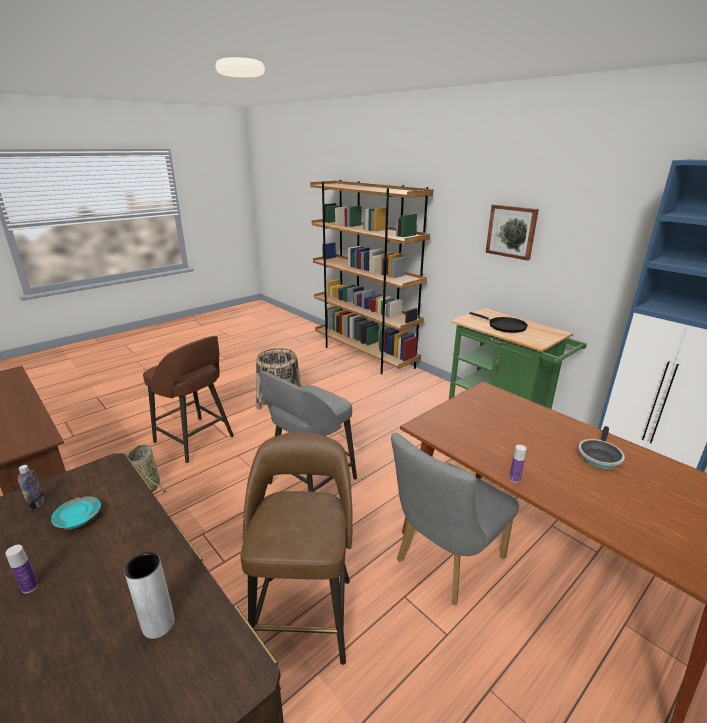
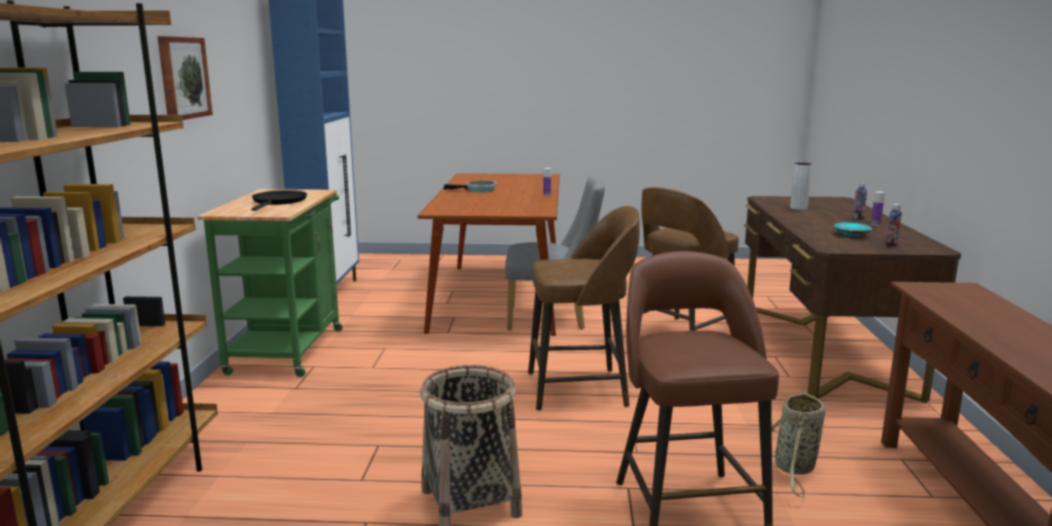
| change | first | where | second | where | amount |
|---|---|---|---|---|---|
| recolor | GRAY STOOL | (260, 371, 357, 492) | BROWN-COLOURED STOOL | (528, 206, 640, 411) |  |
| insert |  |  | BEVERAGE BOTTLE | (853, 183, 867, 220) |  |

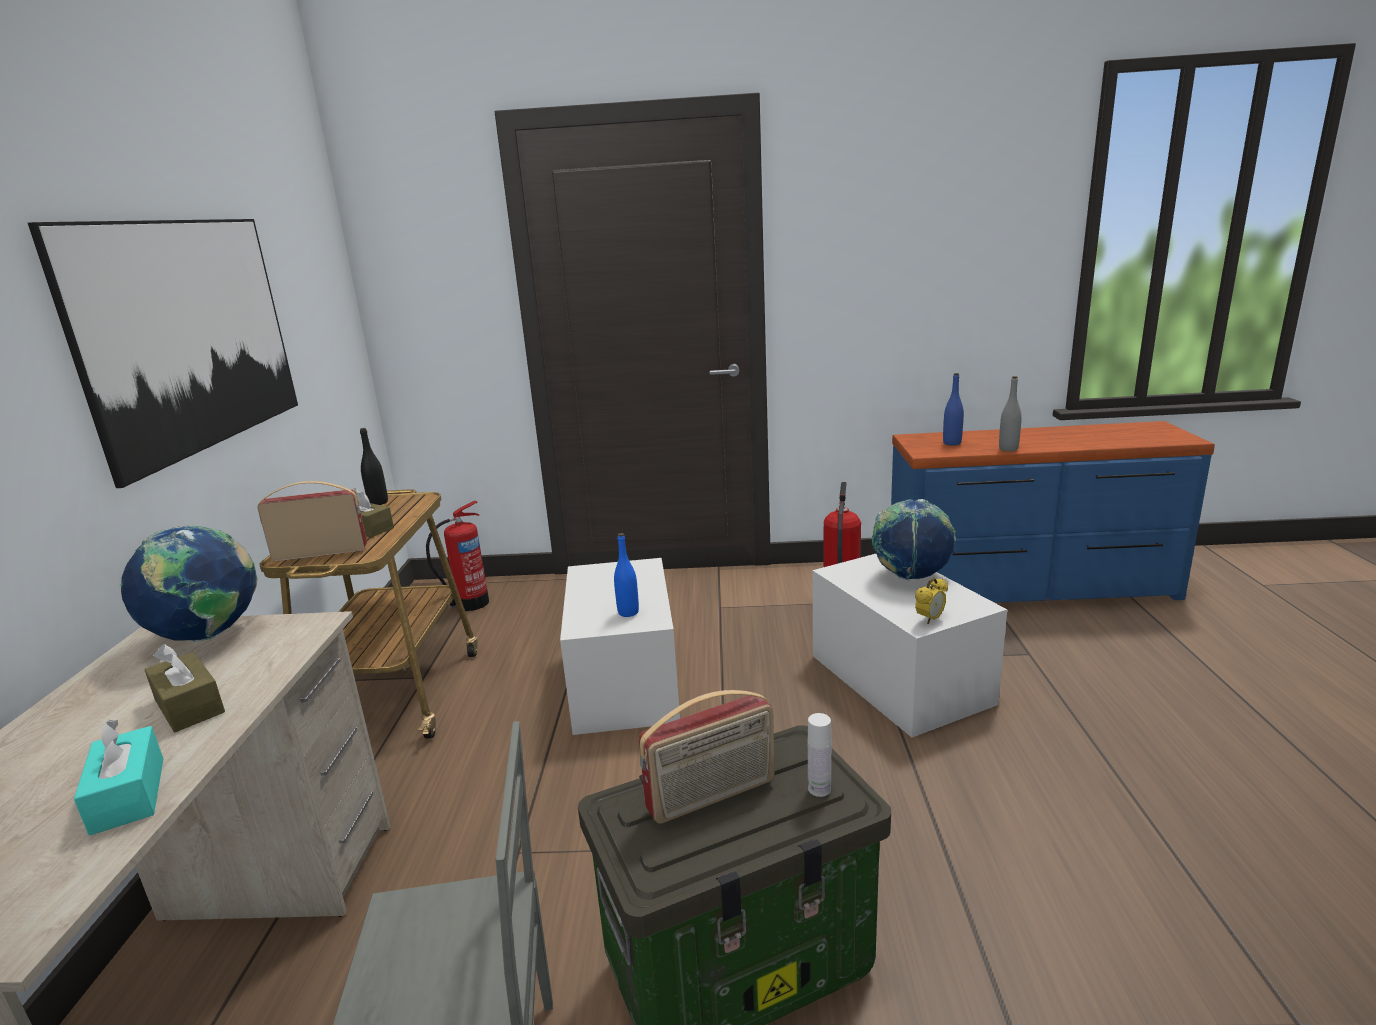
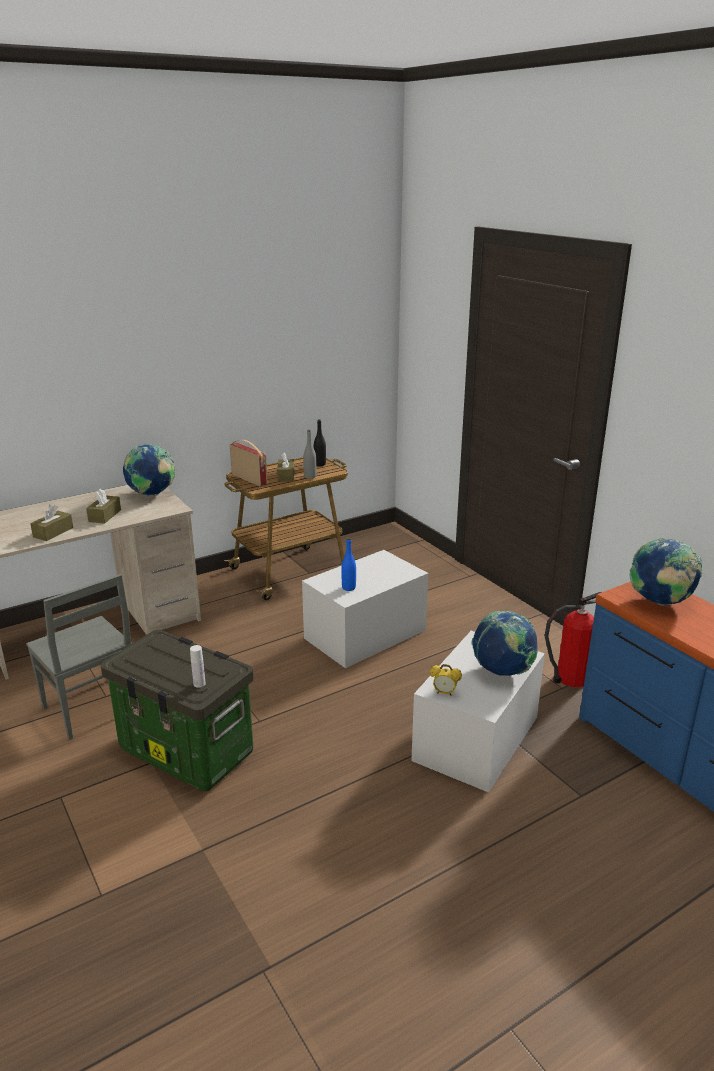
| change | first | where | second | where | amount |
|---|---|---|---|---|---|
| delete | WALL PICTURE | (28, 219, 298, 488) |  |  |  |
| recolor | TURQUOISE-COLOURED BOX OF TISSUES | (74, 720, 163, 835) | BROWN-COLOURED BOX OF TISSUES | (30, 505, 73, 541) |  |
| delete | FIRE EXTINGUISHER | (426, 501, 489, 611) |  |  |  |
| delete | RADIO SET | (639, 690, 775, 824) |  |  |  |
| replace | BLUISH BEVERAGE BOTTLE | (943, 373, 964, 446) | DESK GLOBE | (629, 538, 702, 606) |  |
| move | GRAY BEVERAGE BOTTLE | (999, 376, 1022, 451) |  | (303, 430, 316, 479) |  |

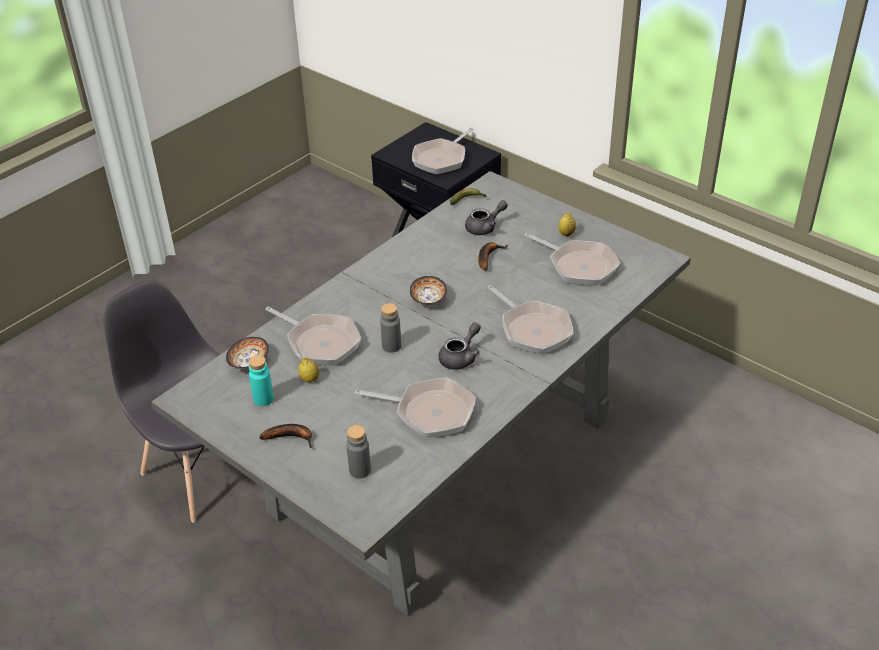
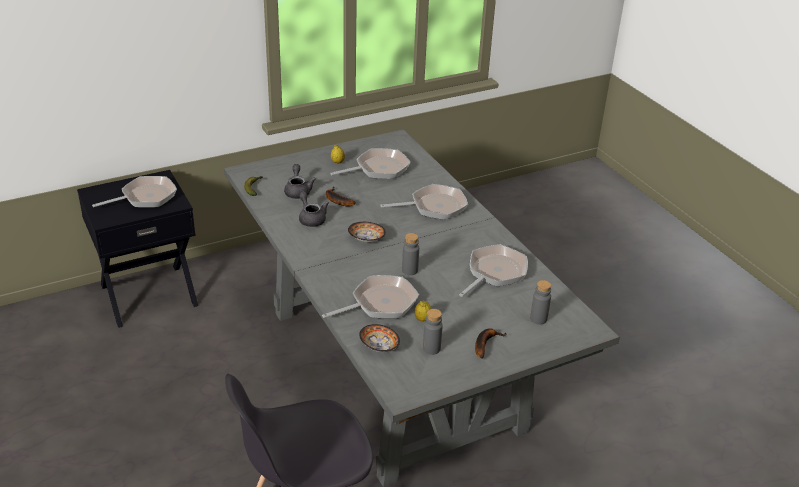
| change | first | where | second | where | amount |
|---|---|---|---|---|---|
| recolor | TURQUOISE-COLOURED BEVERAGE BOTTLE | (249, 355, 274, 406) | GRAY BEVERAGE BOTTLE | (423, 309, 443, 355) |  |
| rotate | FRYING PAN | (412, 127, 473, 174) |  | (92, 176, 177, 208) | 90 degrees counterclockwise |
| move | GRAY TEA POT | (438, 322, 481, 370) |  | (299, 191, 329, 227) |  |

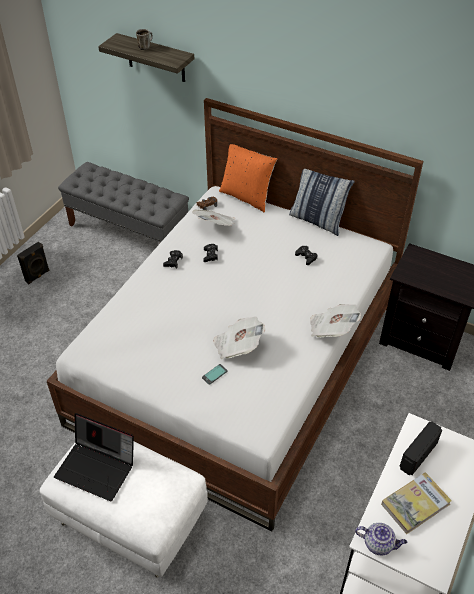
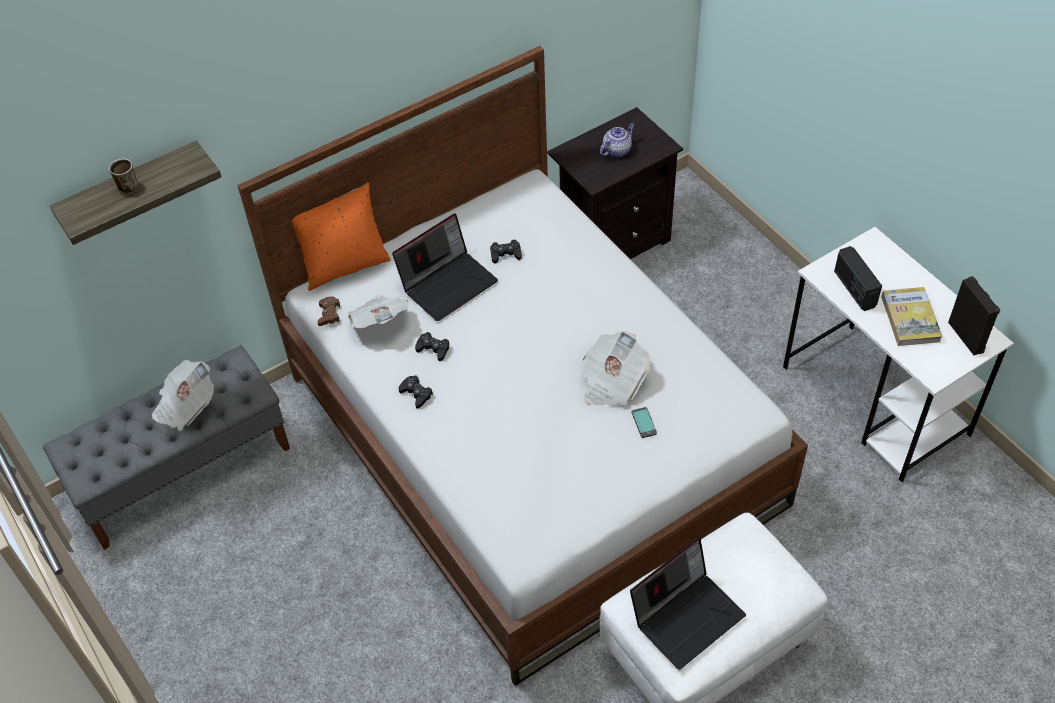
| change | first | where | second | where | amount |
|---|---|---|---|---|---|
| move | BLACKISH AUDIO SPEAKER | (17, 242, 50, 284) |  | (948, 276, 1000, 355) |  |
| delete | PILLOW | (289, 169, 355, 236) |  |  |  |
| move | PRINTED PAPER | (310, 304, 361, 337) |  | (152, 360, 214, 431) |  |
| move | TEA POT | (355, 523, 407, 555) |  | (600, 123, 635, 157) |  |
| insert |  |  | NOTEBOOK COMPUTER | (392, 213, 498, 321) |  |

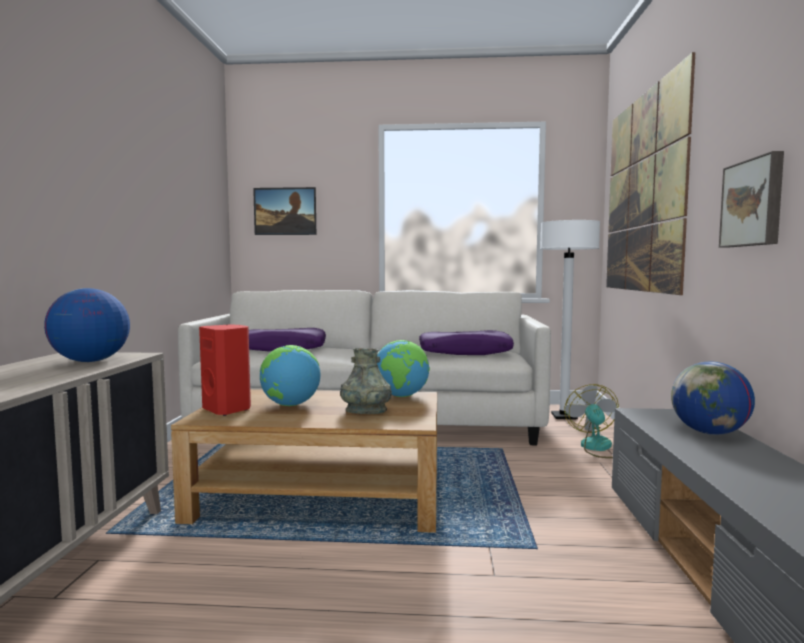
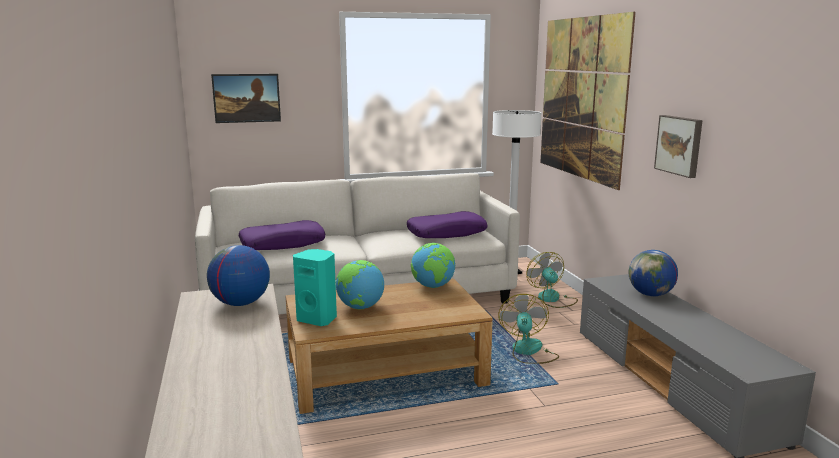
| change | first | where | second | where | amount |
|---|---|---|---|---|---|
| recolor | RED AUDIO SPEAKER | (199, 325, 251, 416) | TURQUOISE-COLOURED AUDIO SPEAKER | (293, 249, 337, 326) |  |
| delete | GRAY FLOWER VASE | (340, 348, 392, 414) |  |  |  |
| insert |  |  | COOLING FAN | (499, 294, 559, 364) |  |

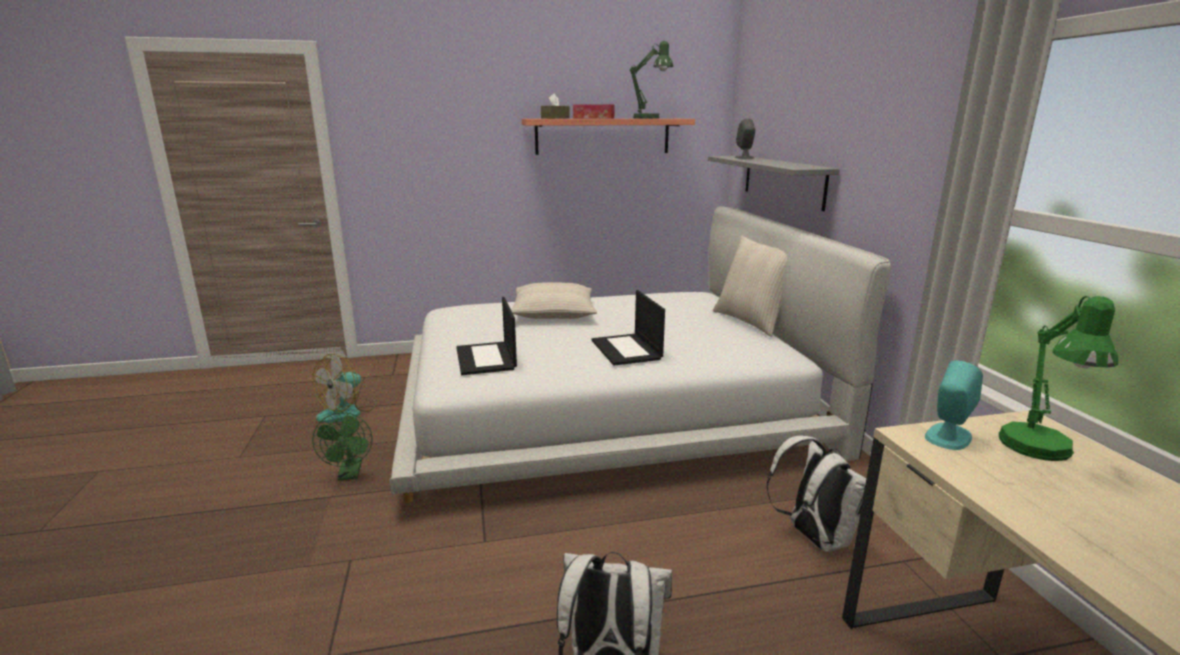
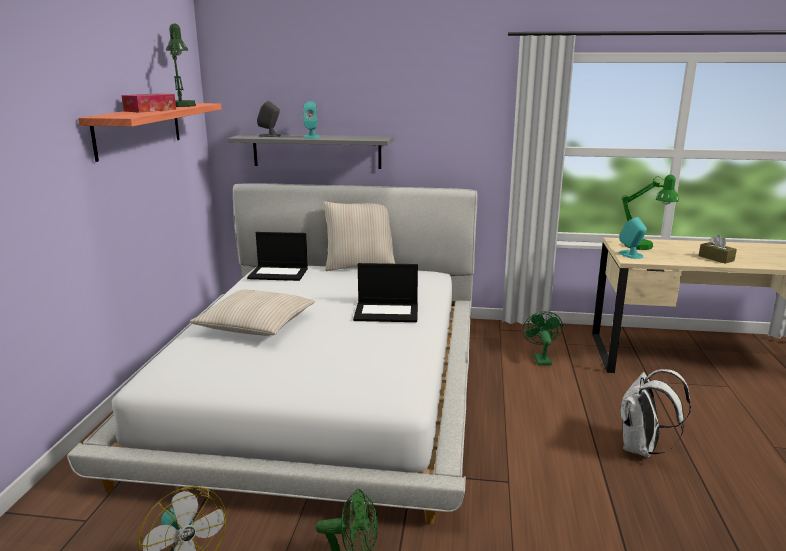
| change | first | where | second | where | amount |
|---|---|---|---|---|---|
| move | NOTEBOOK COMPUTER | (456, 297, 517, 375) |  | (247, 232, 308, 281) |  |
| move | BROWN-COLOURED BOX OF TISSUES | (541, 94, 570, 119) |  | (699, 235, 737, 264) |  |
| replace | WHITE-COLOURED BACKPACK | (766, 435, 866, 552) | GREEN COOLING FAN | (523, 311, 563, 365) |  |
| insert |  |  | TURQUOISE-COLOURED AUDIO SPEAKER | (303, 101, 320, 139) |  |

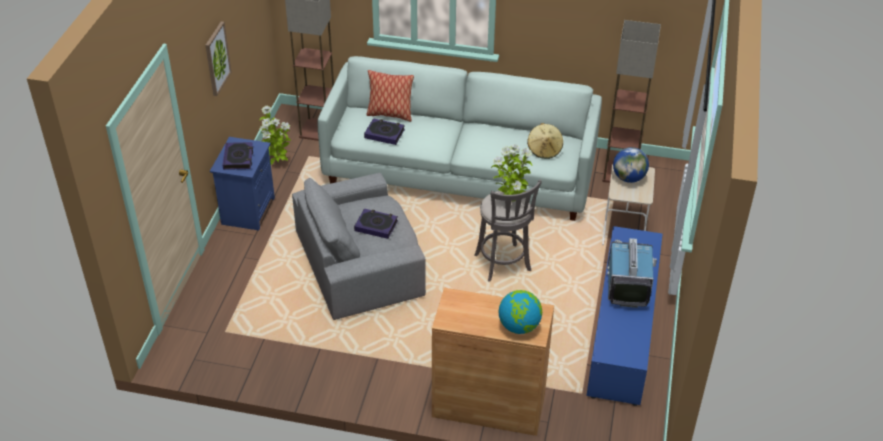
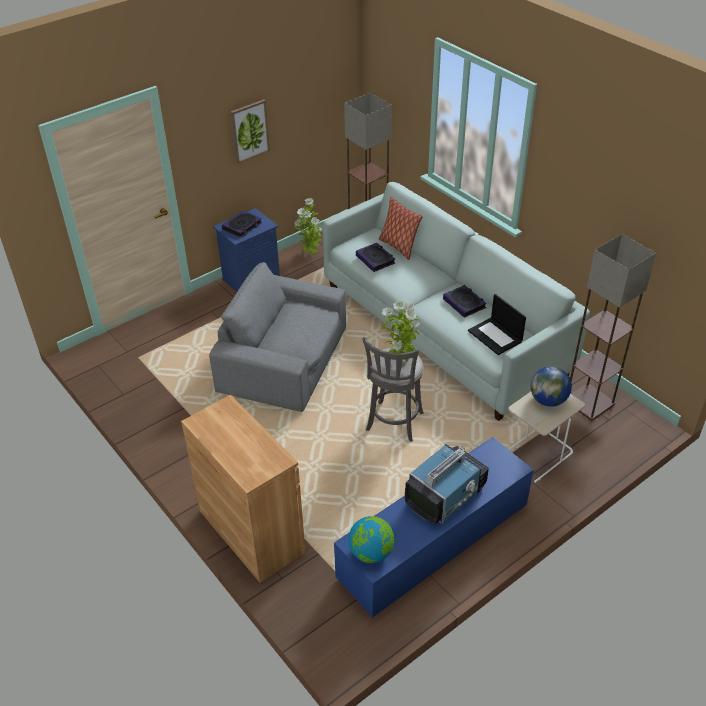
| change | first | where | second | where | amount |
|---|---|---|---|---|---|
| move | BOUND BOOK | (354, 209, 398, 239) |  | (443, 285, 487, 318) |  |
| move | DESK GLOBE | (498, 290, 542, 334) |  | (348, 516, 394, 563) |  |
| replace | BEIGE-COLOURED HAT | (527, 123, 563, 159) | NOTEBOOK COMPUTER | (468, 294, 526, 355) |  |

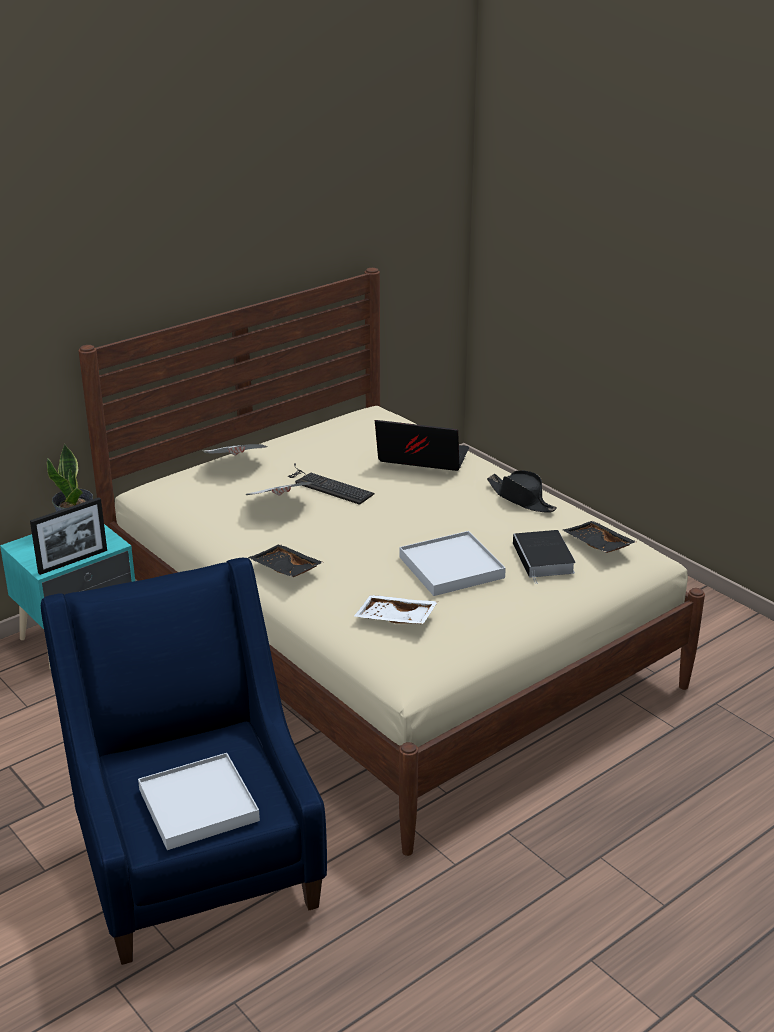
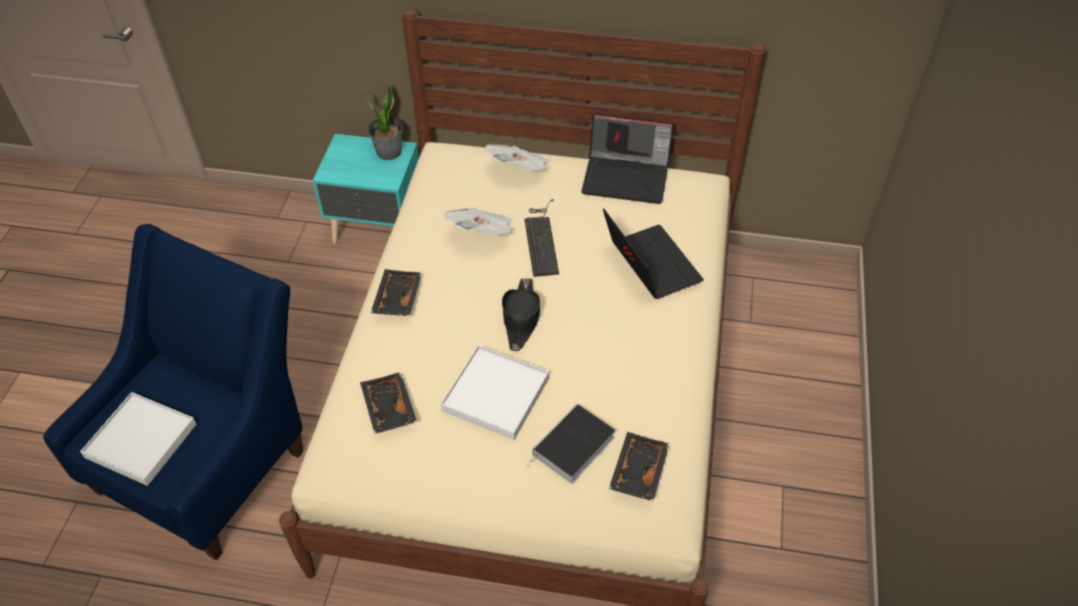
| change | first | where | second | where | amount |
|---|---|---|---|---|---|
| delete | PHOTO FRAME | (30, 497, 107, 575) |  |  |  |
| recolor | WHITE-COLOURED TRAY | (354, 595, 438, 624) | BLACKISH TRAY | (360, 372, 417, 434) |  |
| move | BLACKISH HAT | (487, 470, 557, 513) |  | (502, 278, 540, 351) |  |
| insert |  |  | NOTEBOOK COMPUTER | (581, 113, 674, 204) |  |

